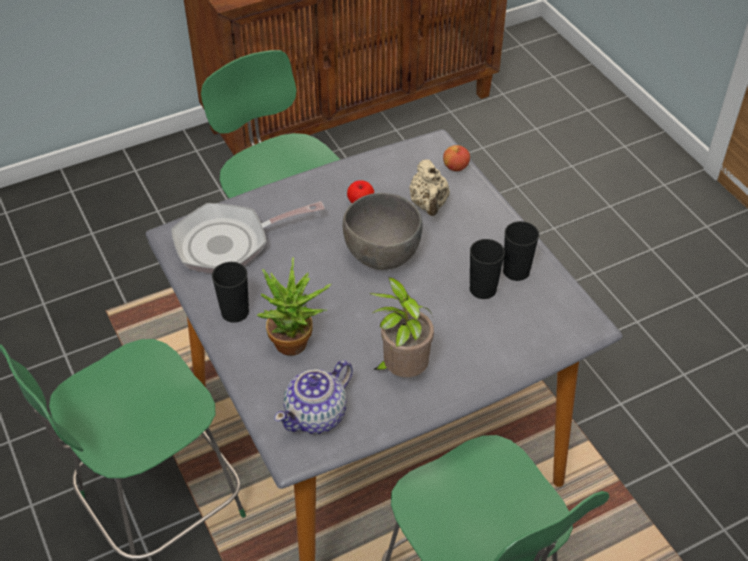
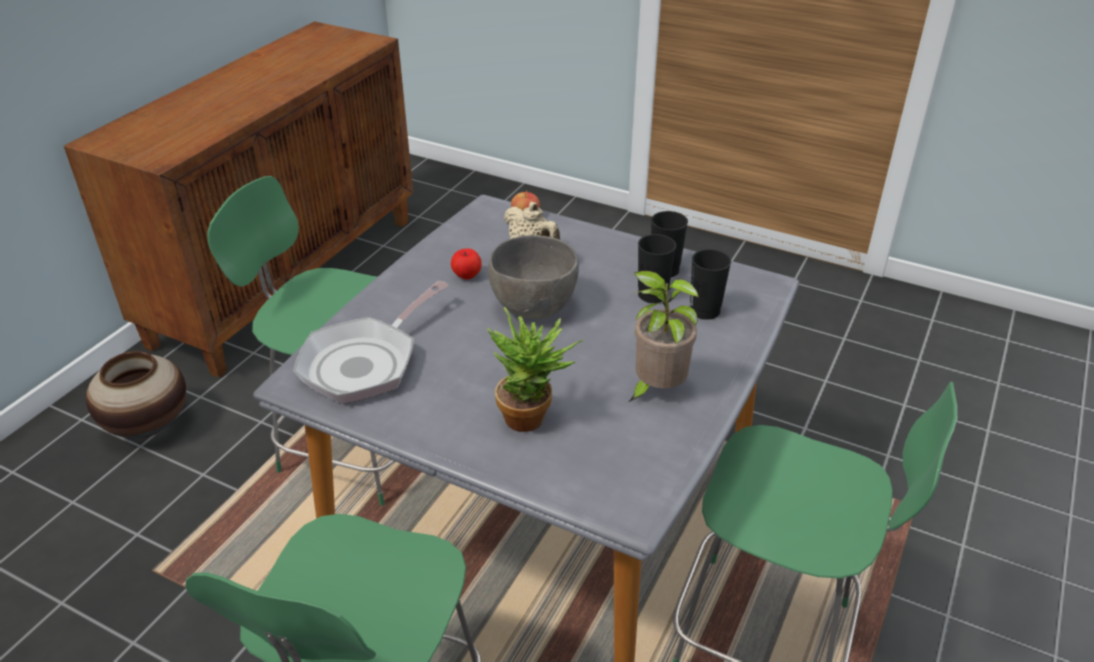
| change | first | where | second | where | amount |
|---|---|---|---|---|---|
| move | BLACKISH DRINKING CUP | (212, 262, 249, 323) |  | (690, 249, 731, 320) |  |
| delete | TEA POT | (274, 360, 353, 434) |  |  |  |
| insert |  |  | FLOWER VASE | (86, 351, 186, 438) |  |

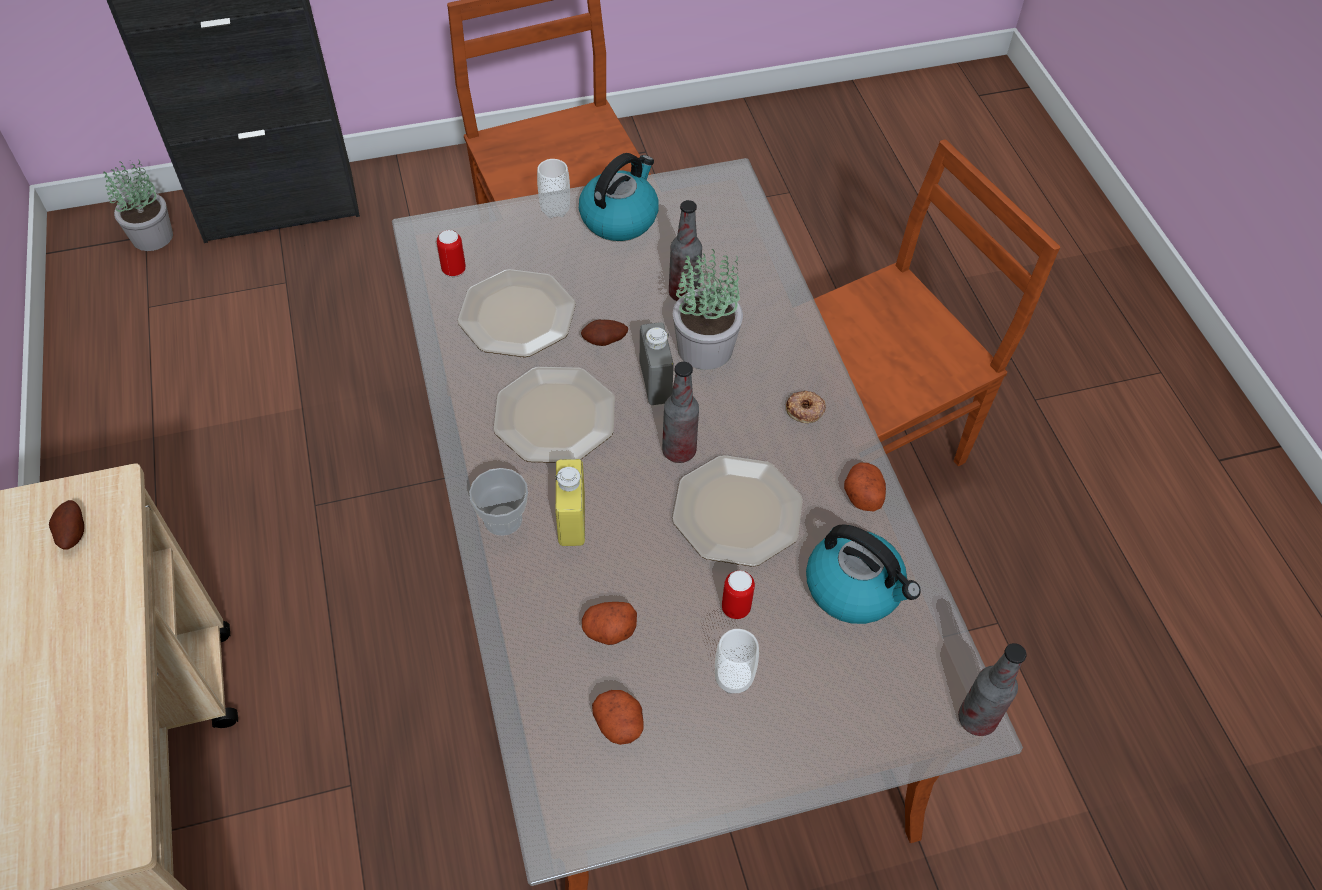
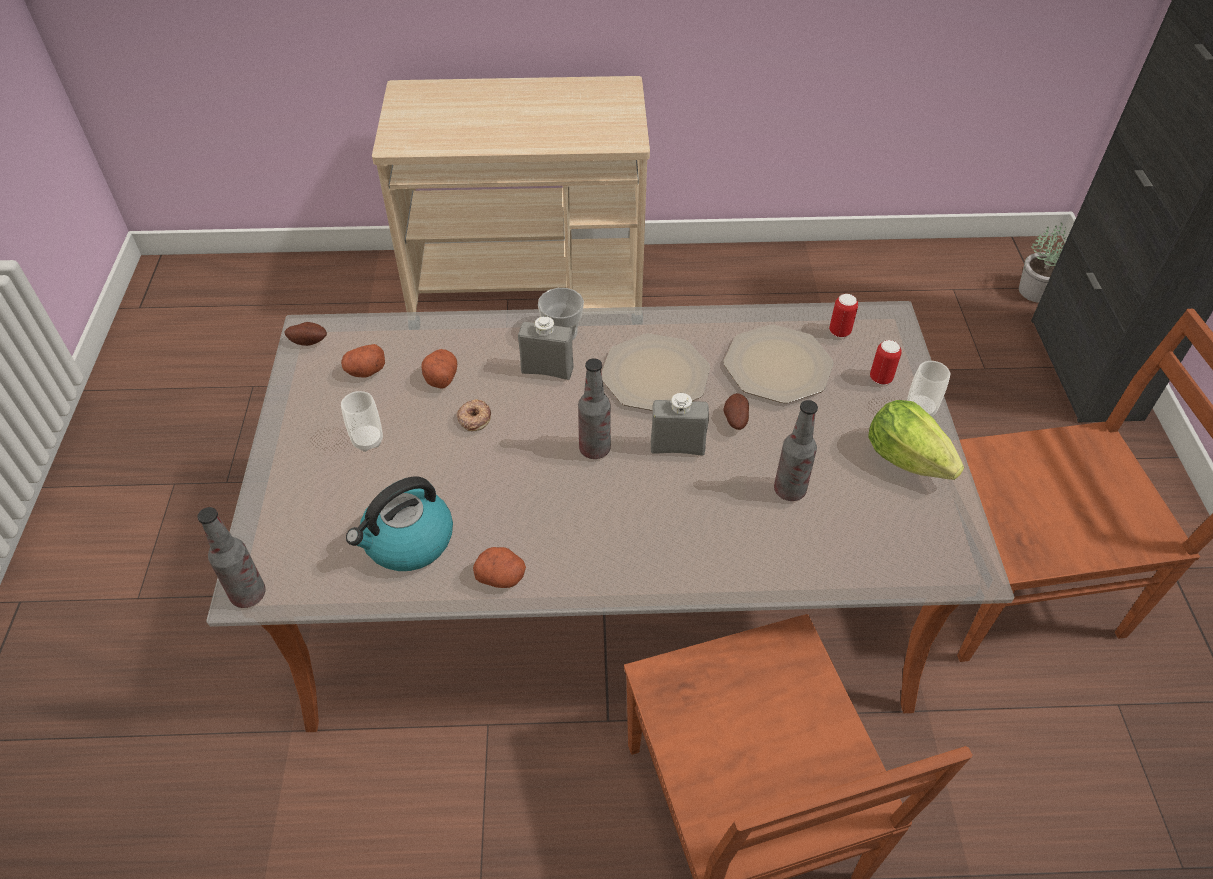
| change | first | where | second | where | amount |
|---|---|---|---|---|---|
| move | POTATO | (49, 500, 84, 550) |  | (284, 322, 327, 346) |  |
| recolor | YELLOW BEVERAGE BOTTLE | (555, 459, 585, 546) | GRAY BEVERAGE BOTTLE | (518, 316, 573, 380) |  |
| replace | TEA KETTLE | (579, 153, 659, 241) | HEAD OF LETTUCE | (868, 400, 964, 480) |  |
| delete | POTTED PLANT | (673, 249, 743, 370) |  |  |  |
| delete | PLATE | (673, 455, 803, 567) |  |  |  |
| move | CAN | (722, 570, 755, 619) |  | (870, 340, 902, 385) |  |
| move | DONUT | (786, 391, 826, 423) |  | (457, 399, 491, 431) |  |

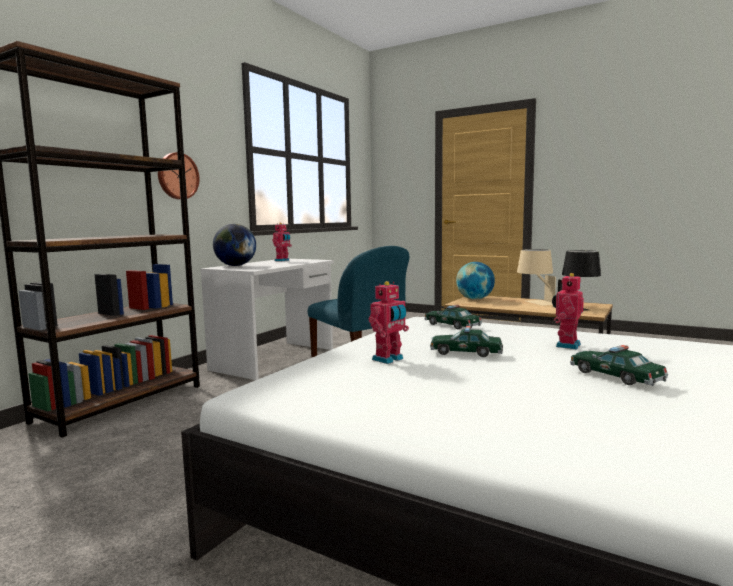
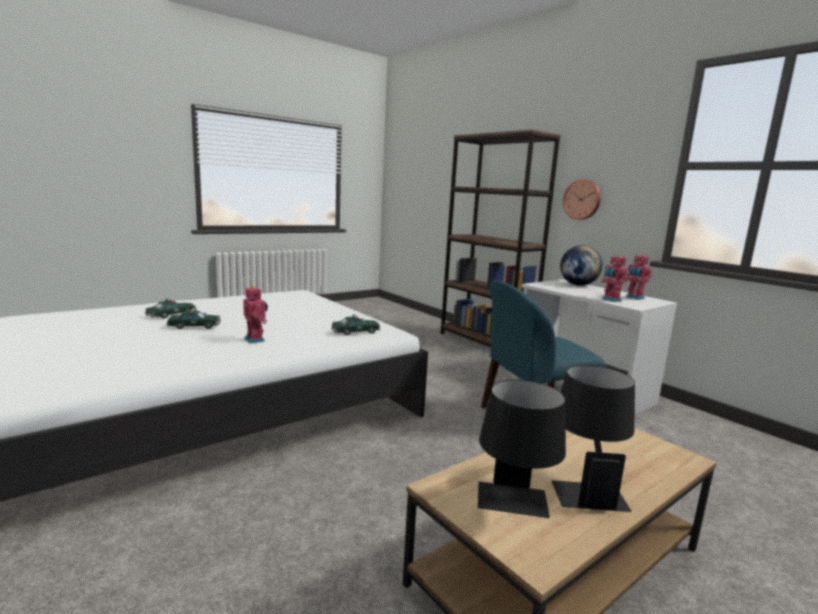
| change | first | where | second | where | amount |
|---|---|---|---|---|---|
| move | MODEL ROBOT | (369, 281, 409, 364) |  | (601, 255, 628, 302) |  |
| move | MINIATURE CAR | (430, 326, 503, 357) |  | (145, 299, 196, 319) |  |
| delete | DESK GLOBE | (456, 262, 495, 300) |  |  |  |
| recolor | BEIGE-COLOURED TABLETOP LAMP | (517, 249, 556, 306) | BLACKISH TABLETOP LAMP | (552, 365, 635, 512) |  |

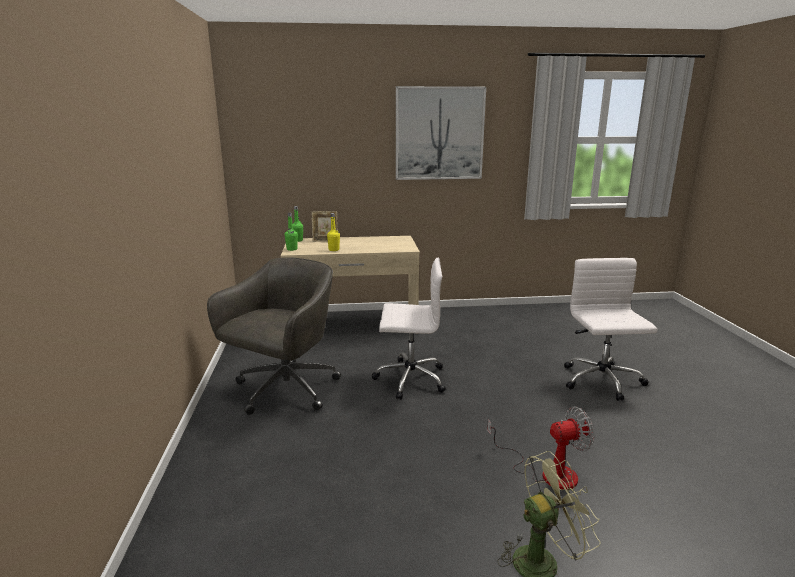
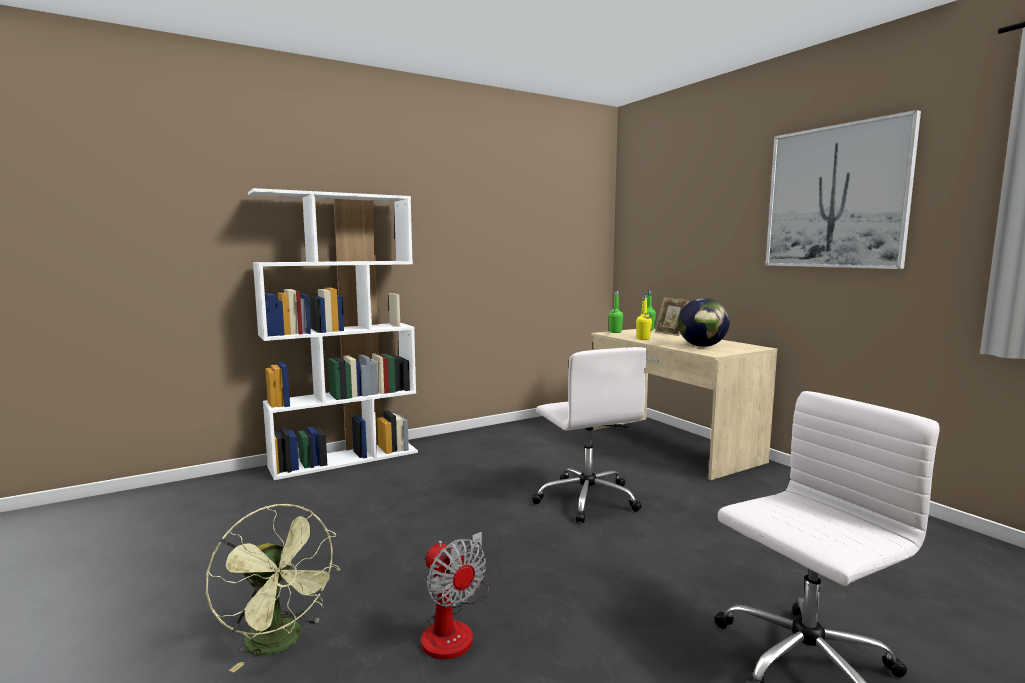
| change | first | where | second | where | amount |
|---|---|---|---|---|---|
| delete | GRAY DESK CHAIR | (207, 257, 341, 415) |  |  |  |
| insert |  |  | WHITE-COLOURED BOOKSHELF | (248, 188, 418, 480) |  |
| insert |  |  | DESK GLOBE | (678, 298, 730, 347) |  |

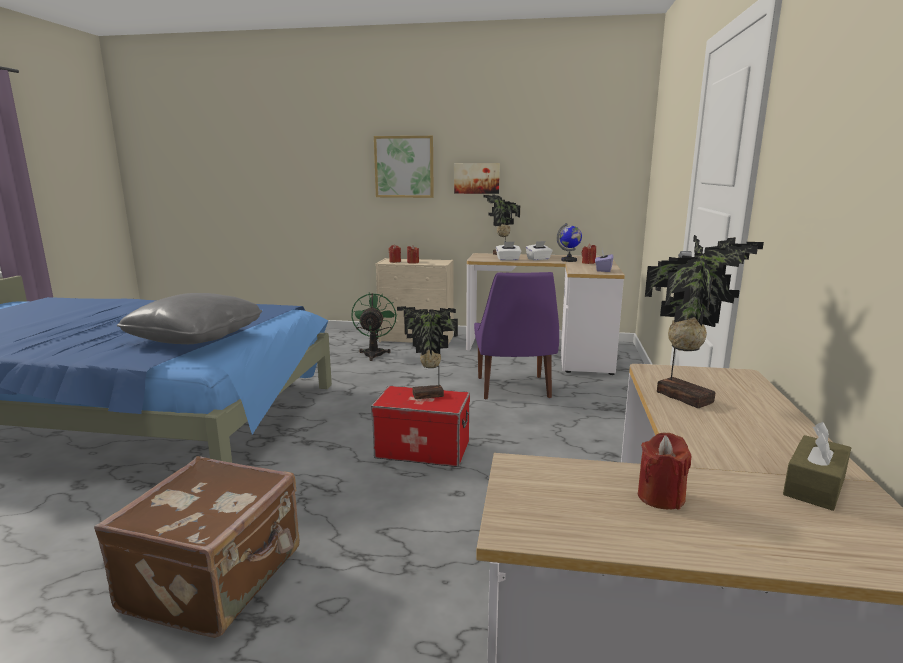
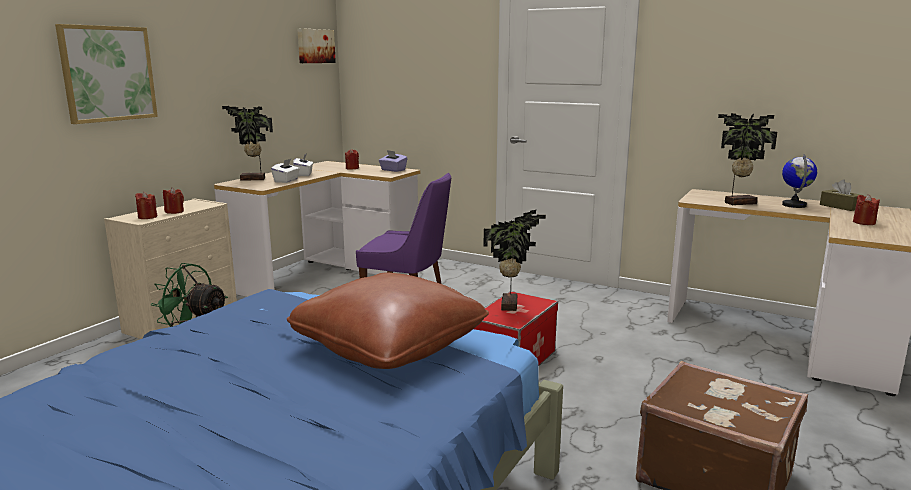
| change | first | where | second | where | amount |
|---|---|---|---|---|---|
| recolor | GRAY PILLOW | (117, 293, 262, 344) | BROWN-COLOURED PILLOW | (287, 273, 489, 369) |  |
| move | WALL PICTURE | (454, 163, 500, 194) |  | (297, 28, 336, 63) |  |
| move | DESK GLOBE | (557, 223, 582, 262) |  | (782, 154, 817, 208) |  |

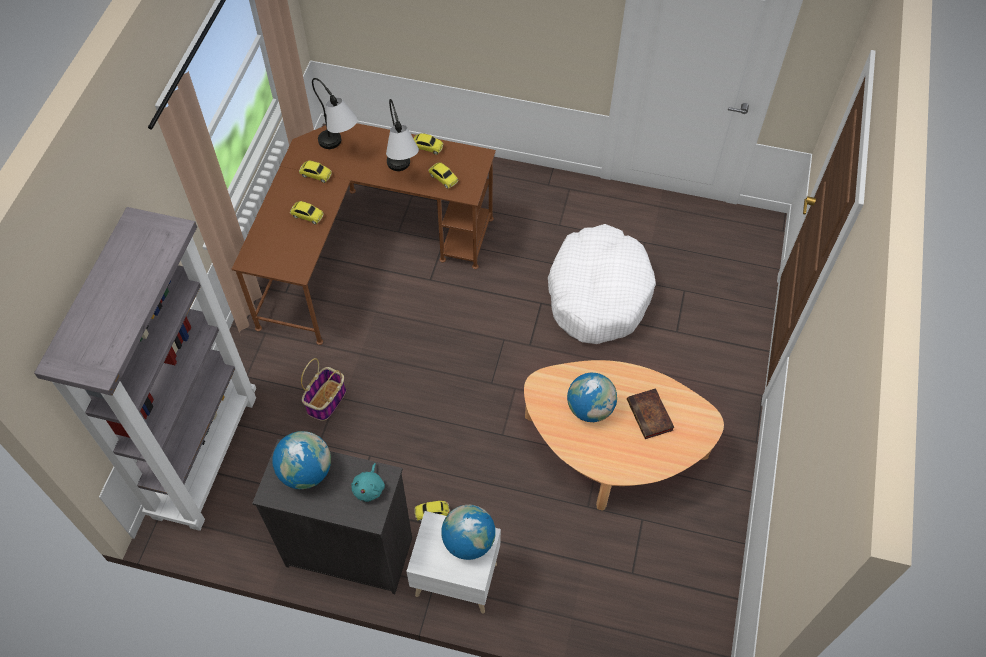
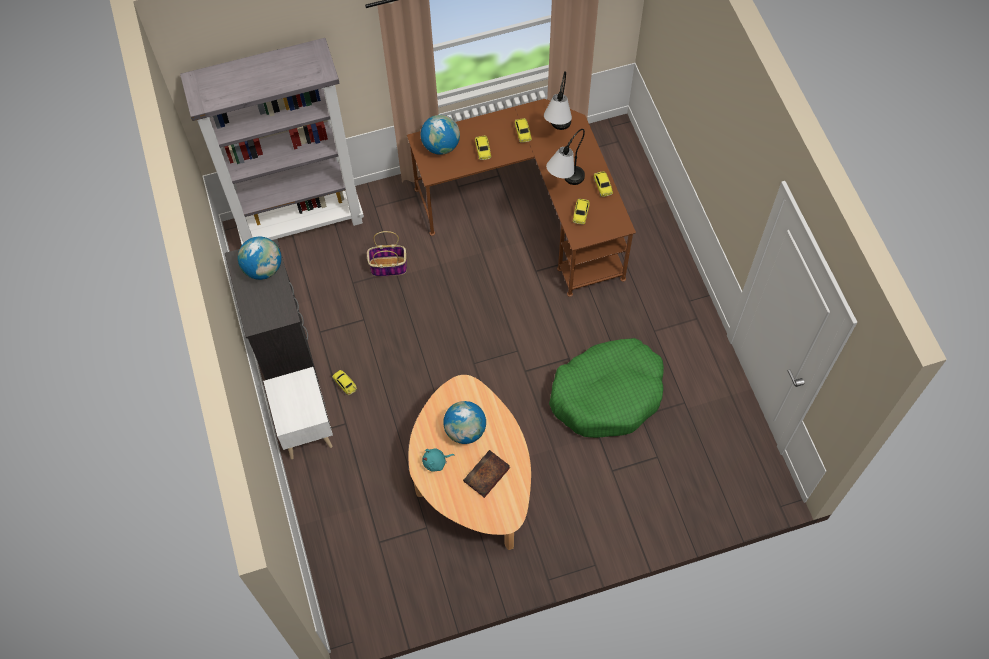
| change | first | where | second | where | amount |
|---|---|---|---|---|---|
| move | TURQUOISE-COLOURED PLUSH TOY | (351, 463, 385, 502) |  | (422, 448, 454, 472) |  |
| move | DESK GLOBE | (441, 505, 496, 560) |  | (421, 115, 460, 155) |  |
| recolor | WHITE-COLOURED DOG BED | (548, 224, 656, 344) | GREEN DOG BED | (549, 338, 664, 438) |  |

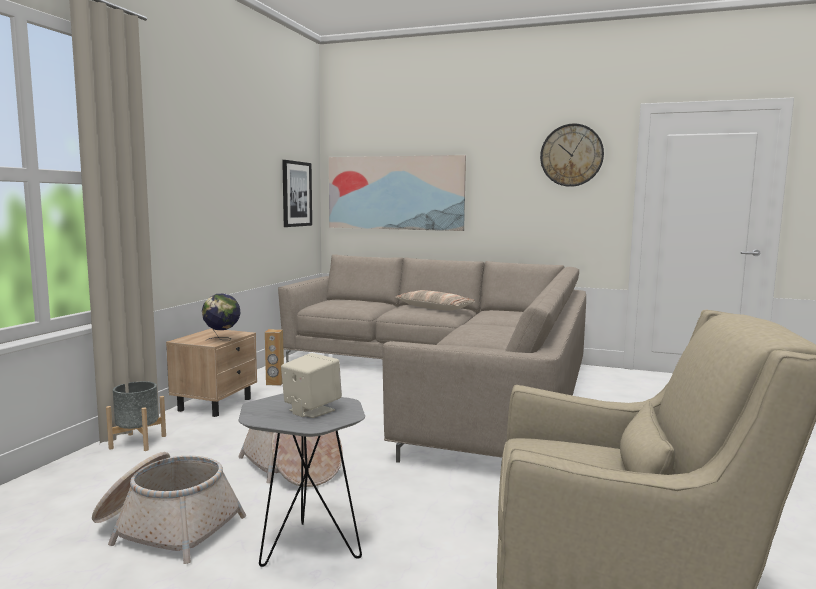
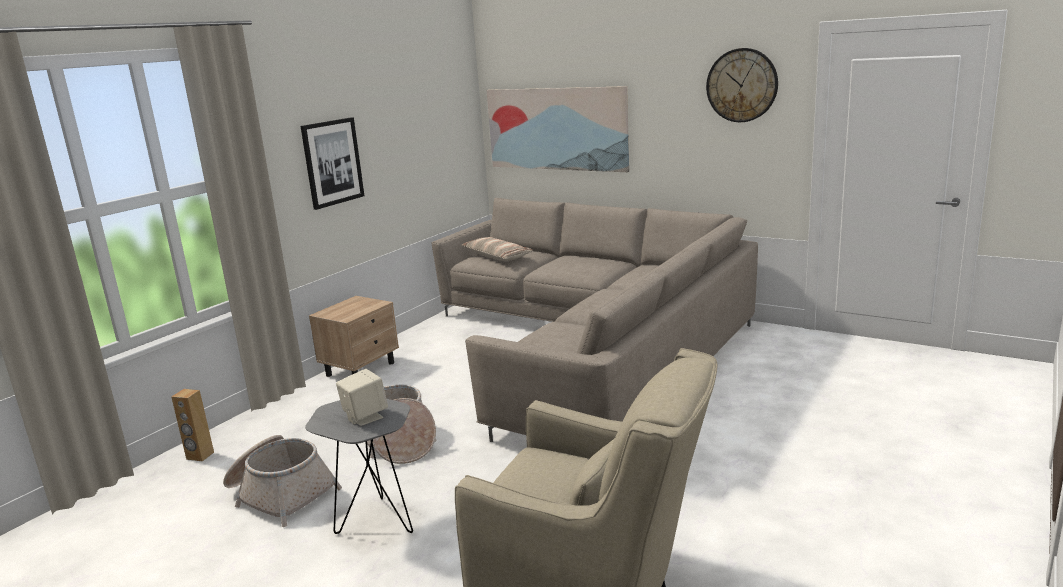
| change | first | where | second | where | amount |
|---|---|---|---|---|---|
| delete | GRAY PLANTER | (106, 381, 166, 451) |  |  |  |
| delete | DESK GLOBE | (202, 294, 241, 340) |  |  |  |
| move | BROWN-COLOURED AUDIO SPEAKER | (265, 329, 284, 386) |  | (171, 389, 214, 461) |  |
| move | WALL PICTURE | (282, 160, 312, 227) |  | (301, 117, 364, 210) |  |
| move | PILLOW | (394, 290, 475, 310) |  | (461, 237, 533, 261) |  |

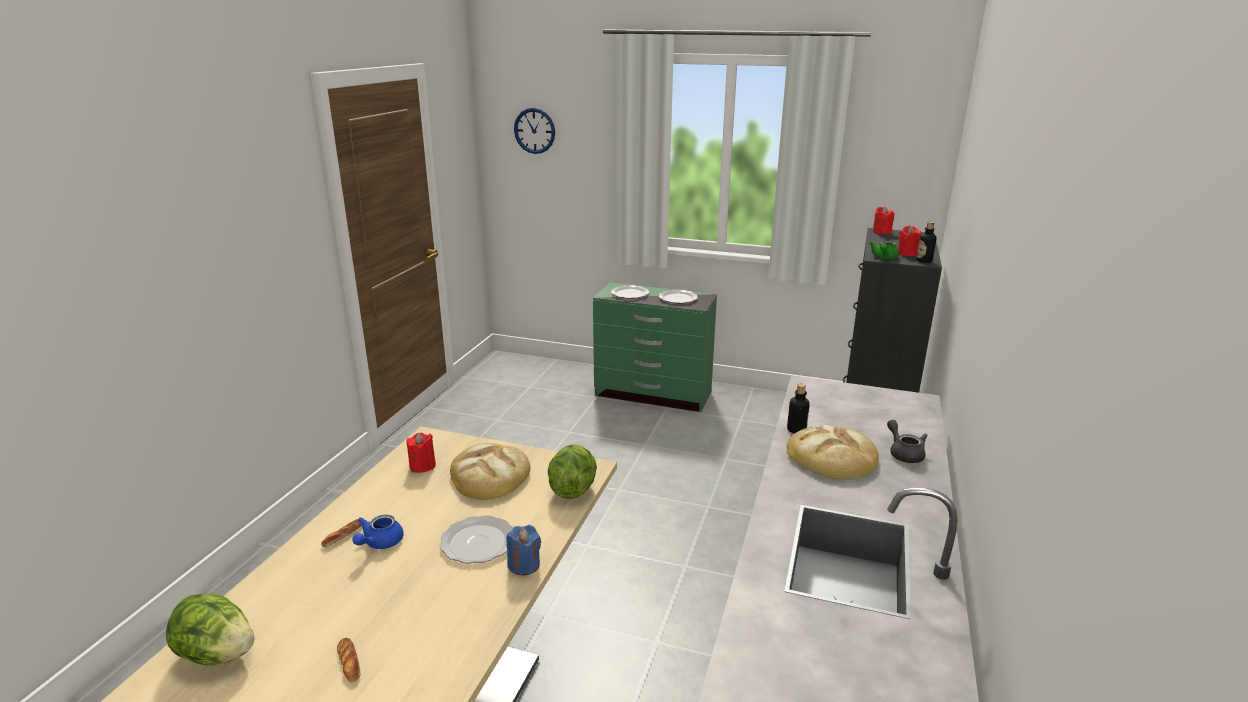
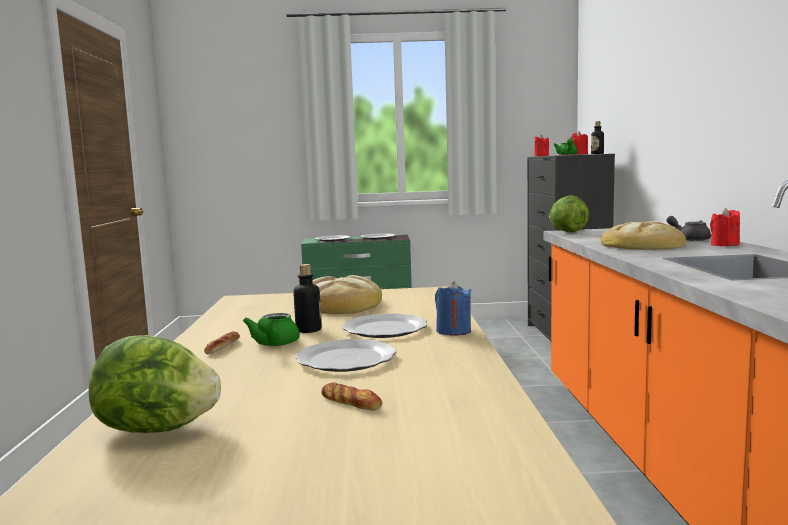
| change | first | where | second | where | amount |
|---|---|---|---|---|---|
| recolor | BLUISH TEA POT | (352, 514, 404, 549) | GREEN TEA POT | (243, 313, 300, 346) |  |
| move | RED WAX LIGHT | (406, 433, 436, 473) |  | (710, 208, 740, 246) |  |
| delete | HANGING CLOCK | (514, 108, 555, 154) |  |  |  |
| move | HEAD OF LETTUCE | (548, 444, 597, 499) |  | (549, 195, 589, 232) |  |
| move | BEVERAGE BOTTLE | (787, 384, 810, 433) |  | (293, 264, 321, 333) |  |
| insert |  |  | PLATE | (295, 339, 396, 372) |  |

